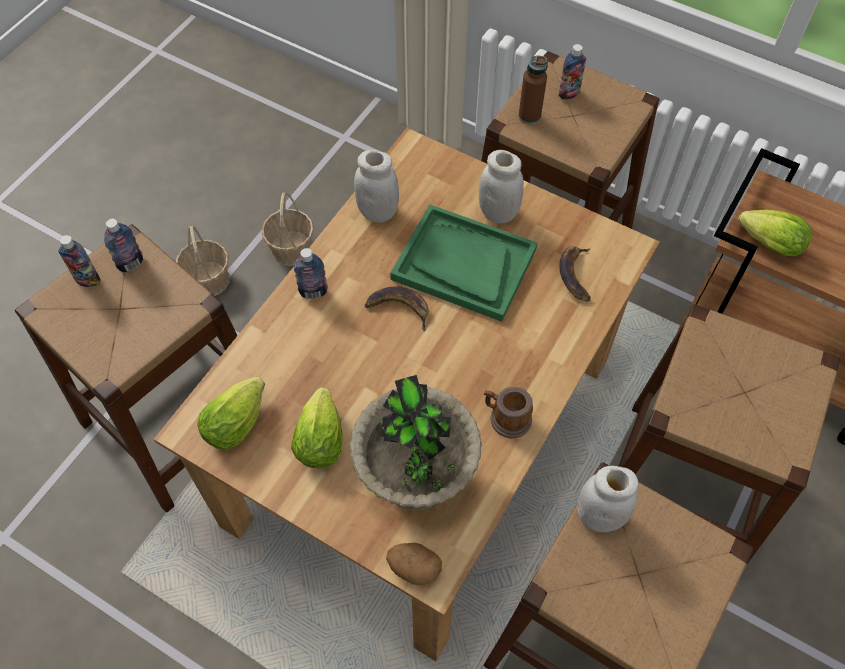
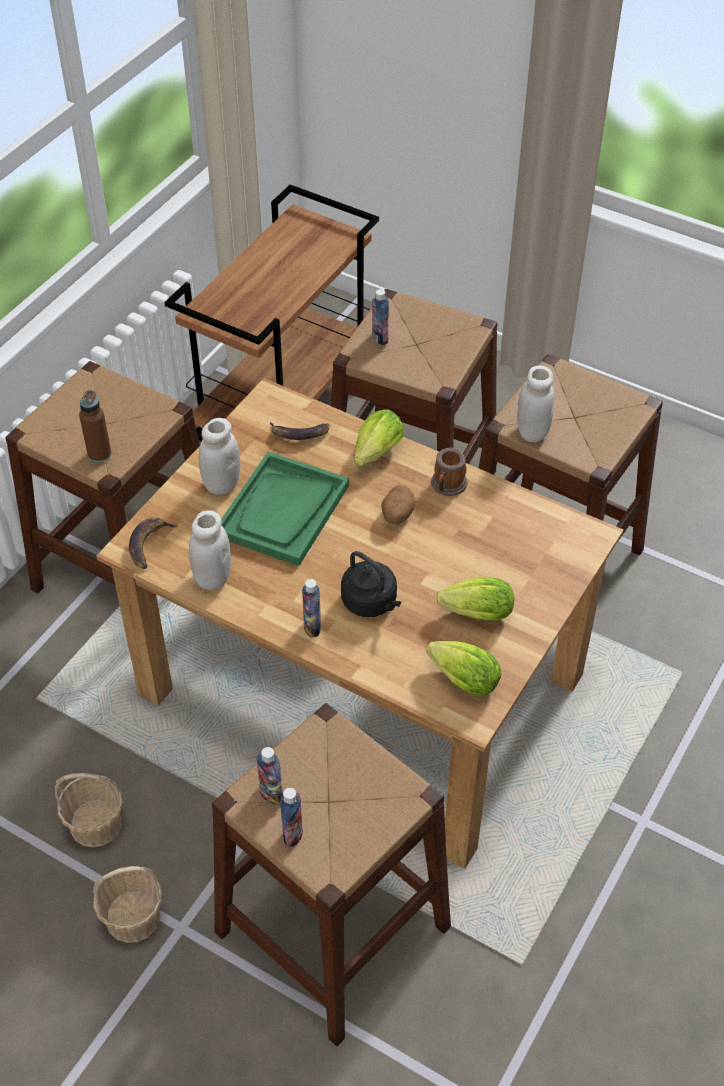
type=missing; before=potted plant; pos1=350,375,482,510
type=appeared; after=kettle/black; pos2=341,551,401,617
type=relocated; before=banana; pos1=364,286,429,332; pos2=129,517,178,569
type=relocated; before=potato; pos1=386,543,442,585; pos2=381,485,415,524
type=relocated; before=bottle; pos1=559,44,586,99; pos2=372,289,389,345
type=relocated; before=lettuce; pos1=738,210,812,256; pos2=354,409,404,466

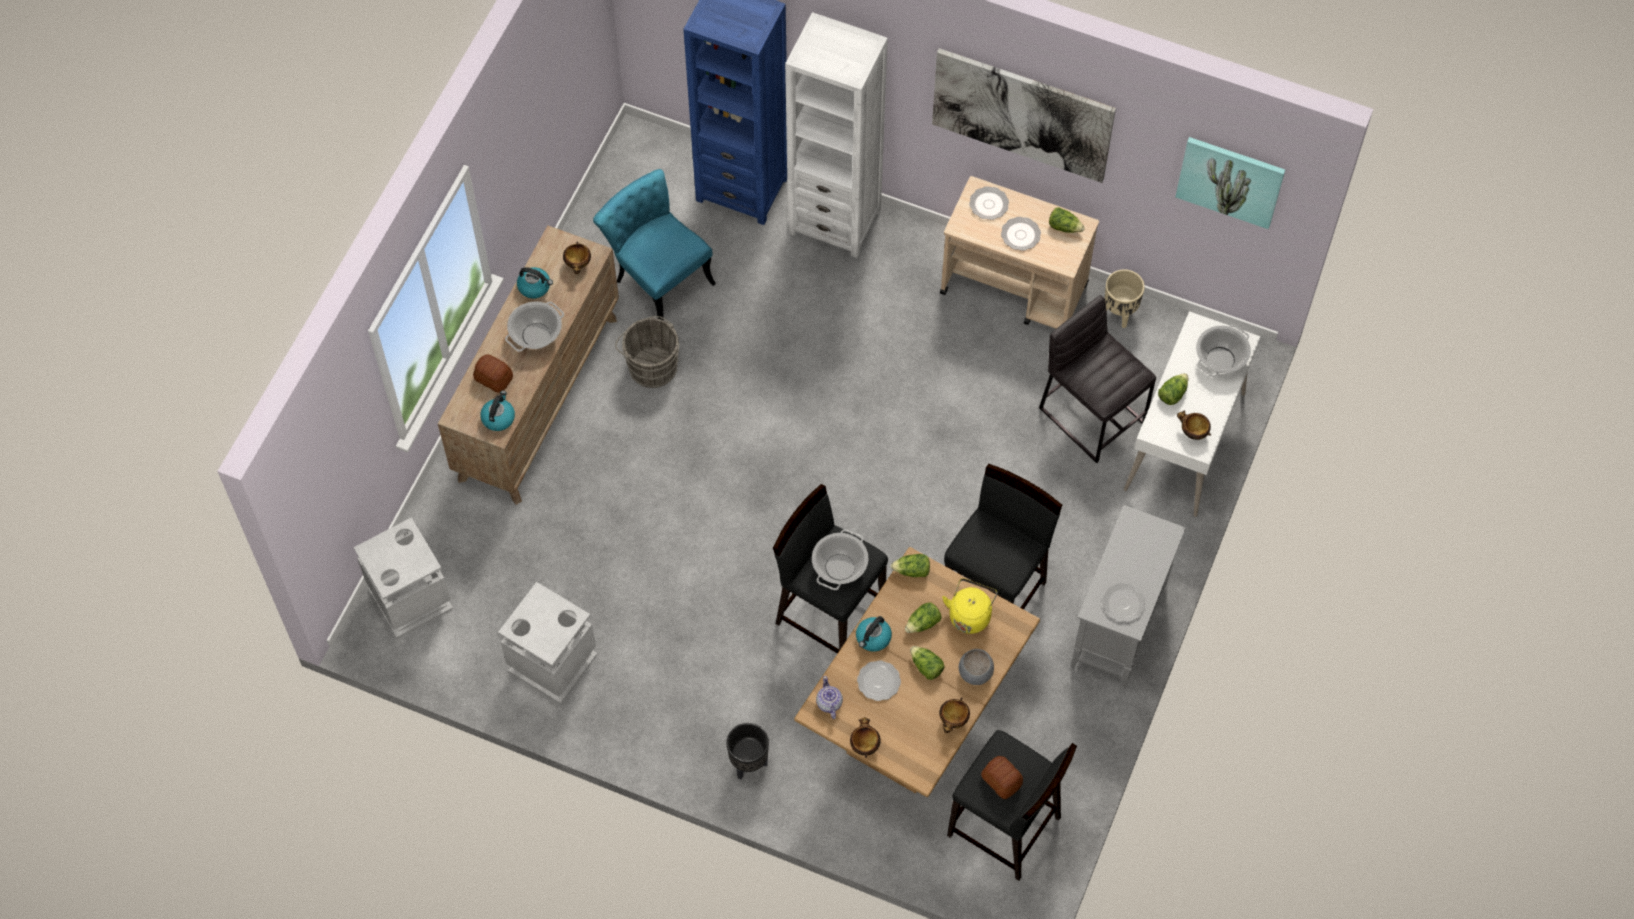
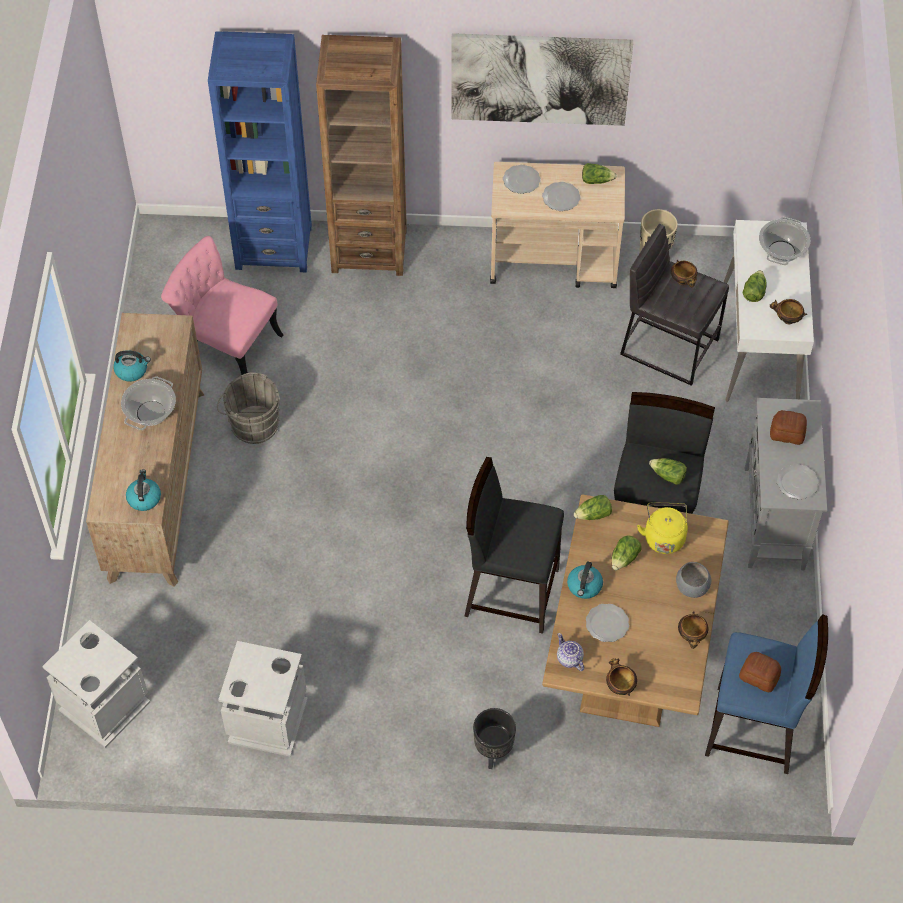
type=missing; before=cooking pot; pos1=812,529,868,590
type=missing; before=picture; pos1=1175,137,1285,229
type=relocated; before=bread; pos1=473,355,513,393; pos2=770,410,807,445
type=relocated; before=bowl; pos1=563,241,591,274; pos2=671,260,697,287
type=relocated; before=lettuce; pos1=910,646,944,680; pos2=649,458,687,485
type=colour; before=chair/turquoise; after=chair/pink; pos1=593,169,716,320; pos2=161,236,283,375
type=colour; before=bookcase/white; after=bookcase/brown; pos1=785,12,888,258; pos2=316,35,407,276
type=colour; before=stool/black; after=stool/blue; pos1=947,730,1077,881; pos2=705,614,828,774

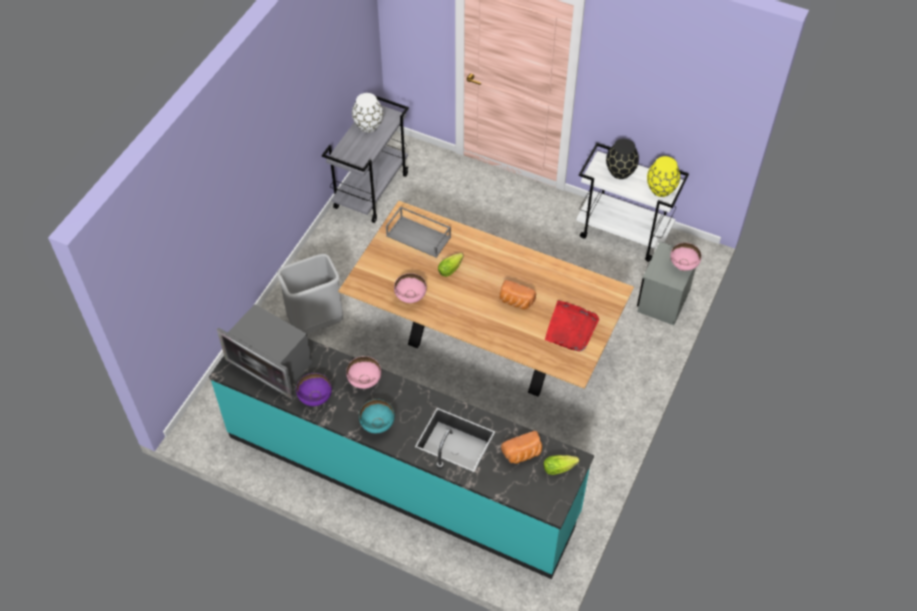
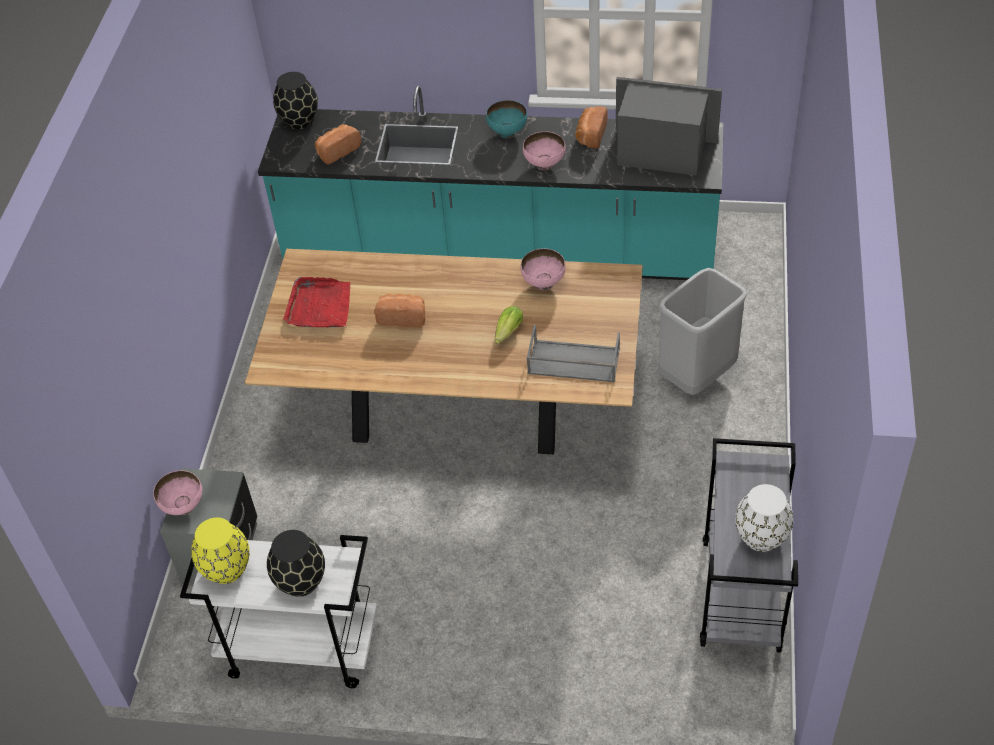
type=missing; before=lettuce; pos1=543,455,579,475
type=appeared; after=vase/black; pos2=273,72,318,129
type=exchanged; before=bowl/purple; after=bread; pos1=296,373,332,406; pos2=575,106,608,149

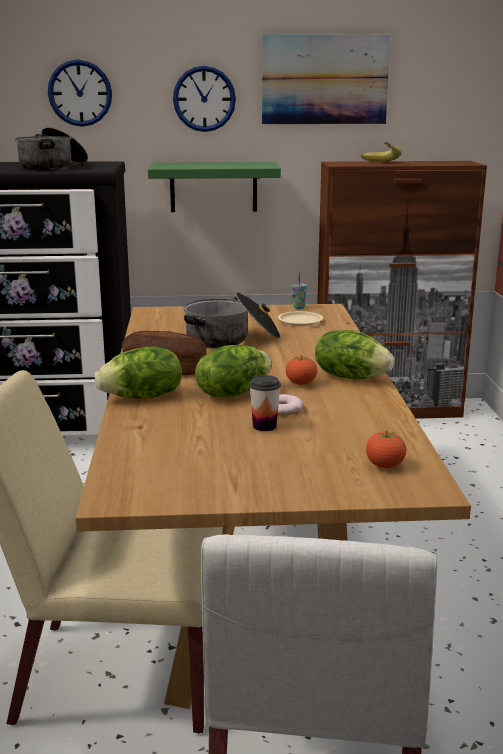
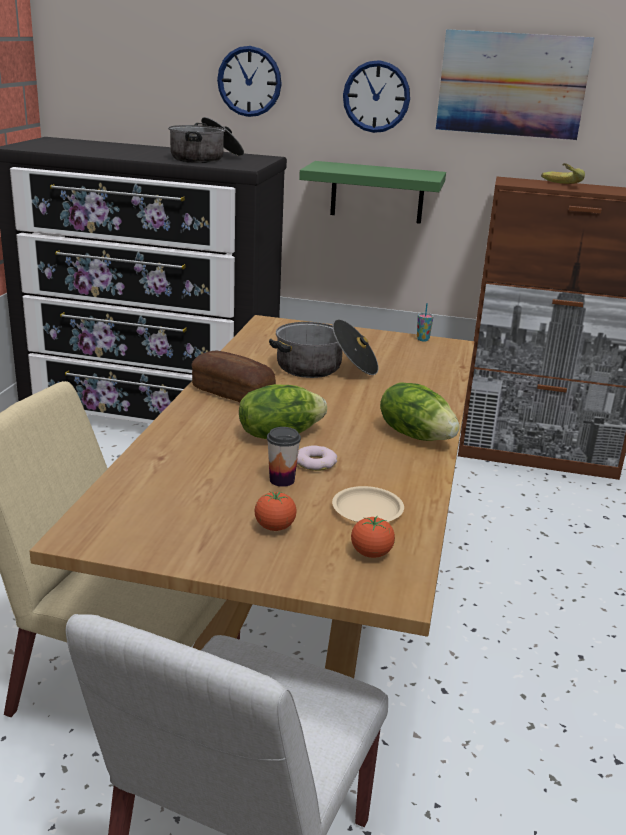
type=missing; before=lettuce; pos1=95,346,182,398
type=relocated; before=plate/beige; pos1=278,311,323,326; pos2=332,486,404,522
type=relocated; before=tomato; pos1=286,355,317,385; pos2=254,492,297,531

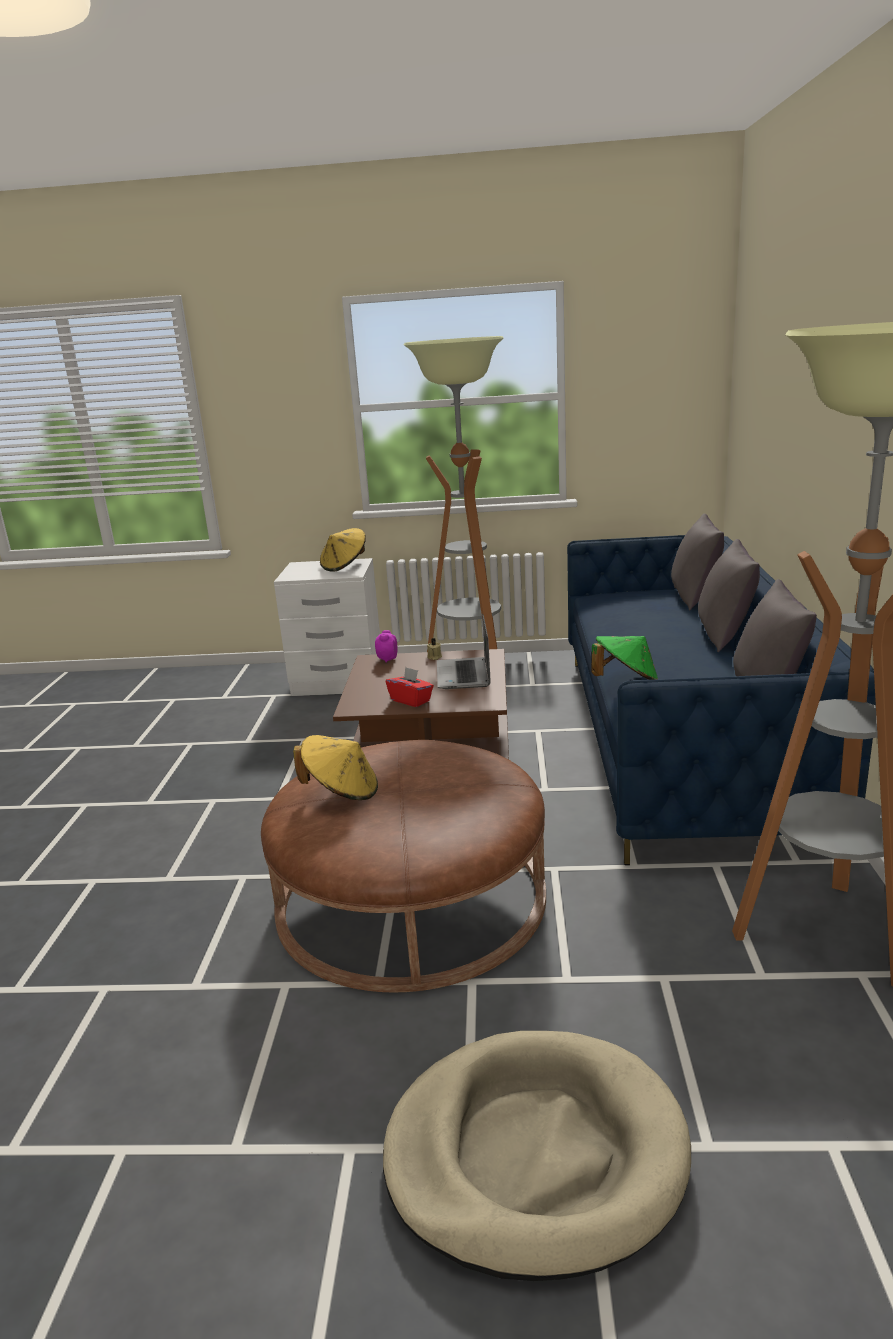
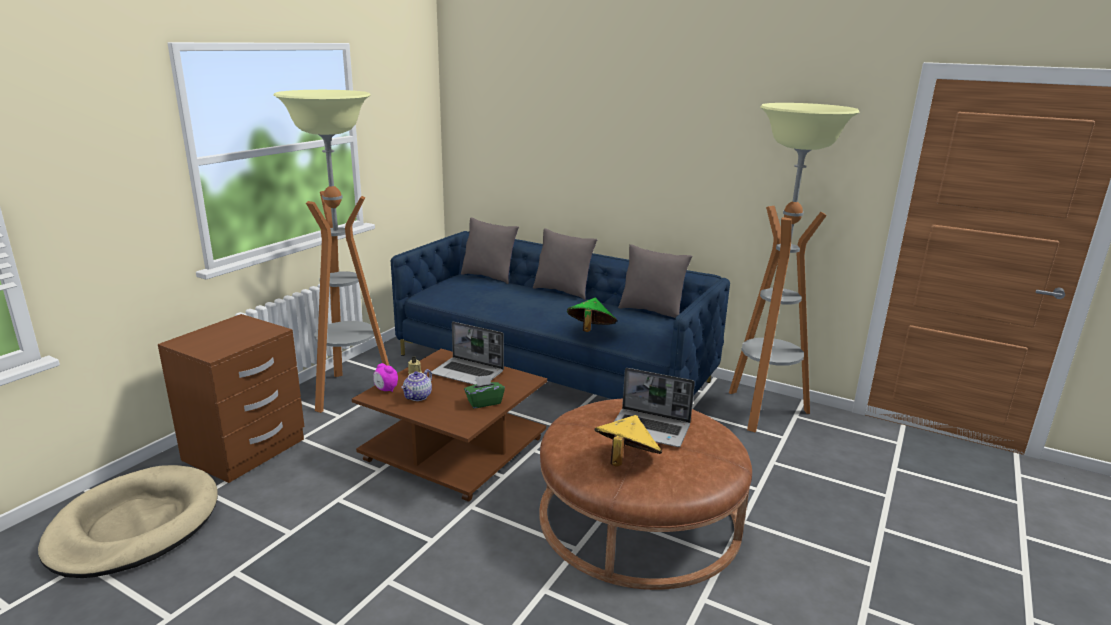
type=missing; before=hat/yellow; pos1=320,528,366,572
type=appeared; after=teapot; pos2=401,369,432,401
type=appeared; after=laptop; pos2=614,368,695,447
type=relocated; before=dog bed/beige; pos1=383,1031,691,1281; pos2=38,465,218,578
type=colour; before=nightstand/white; after=nightstand/brown; pos1=274,558,380,696; pos2=158,314,305,483
type=colour; before=tissue box/red; after=tissue box/green; pos1=386,667,434,707; pos2=464,375,505,408

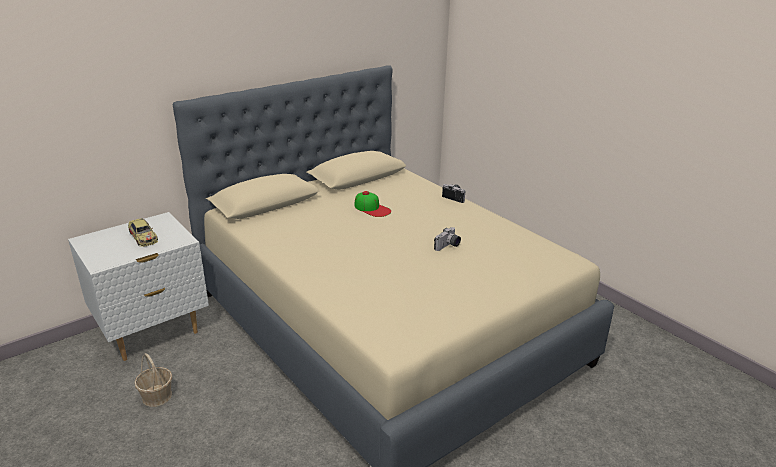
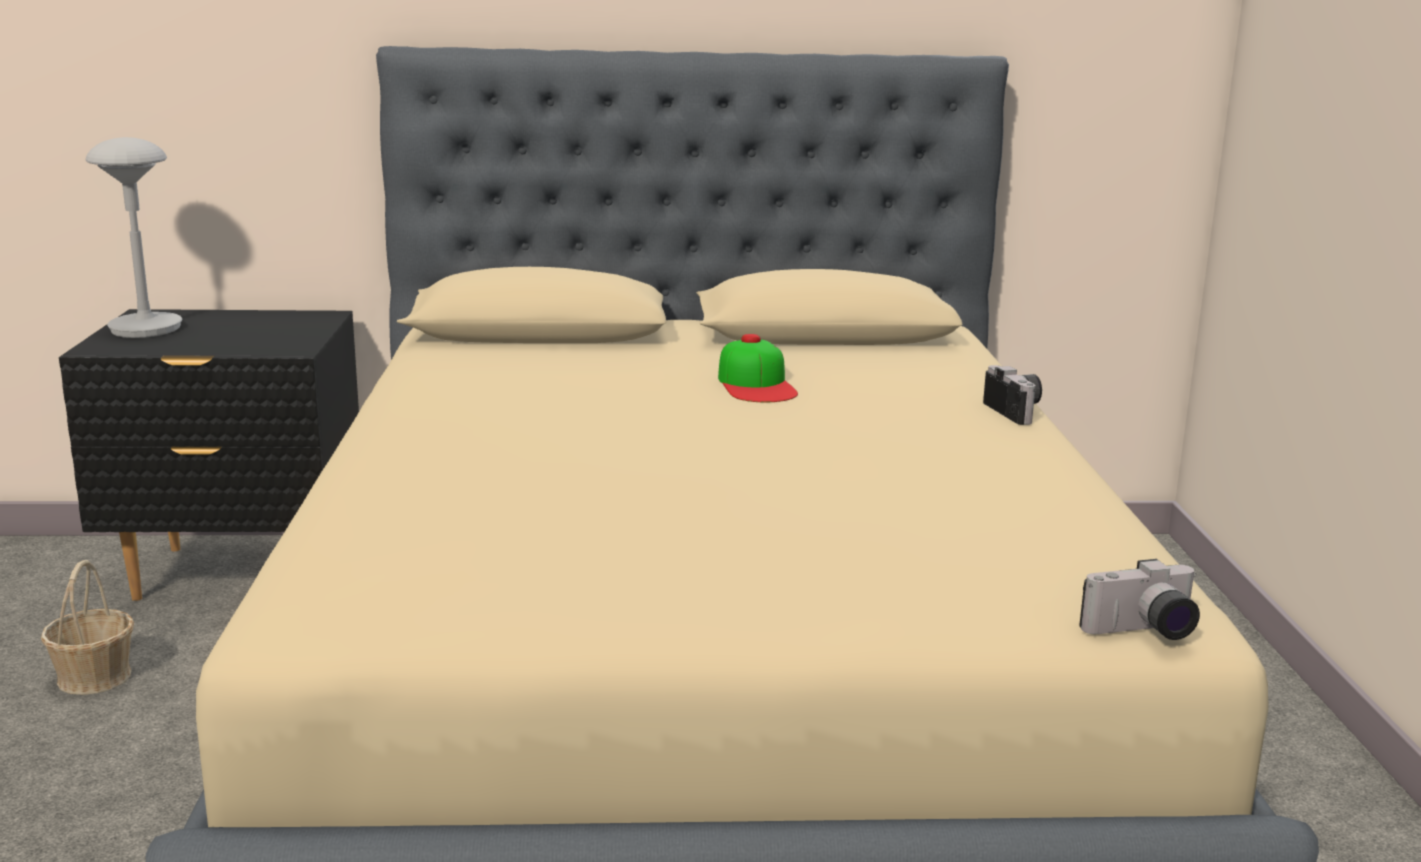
type=missing; before=toy car; pos1=128,218,158,247
type=appeared; after=table lamp/grey; pos2=86,137,183,338
type=relocated; before=photo camera; pos1=434,227,461,251; pos2=1079,559,1200,640
type=colour; before=nightstand/white; after=nightstand/black; pos1=68,212,209,361; pos2=59,309,359,601

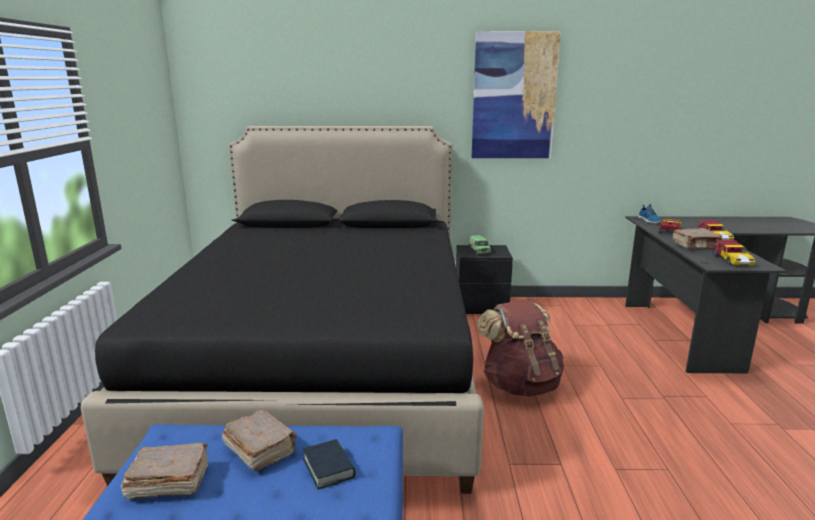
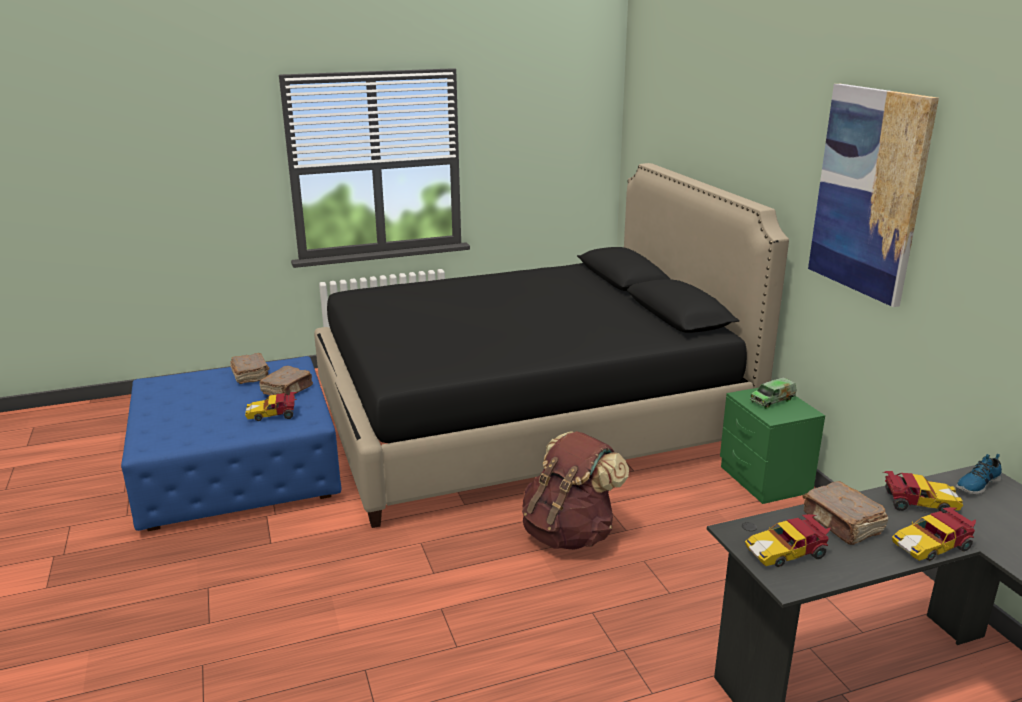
type=exchanged; before=book; after=toy car; pos1=303,439,356,490; pos2=245,392,298,421
type=colour; before=nightstand/black; after=nightstand/green; pos1=456,245,513,314; pos2=720,388,825,504

